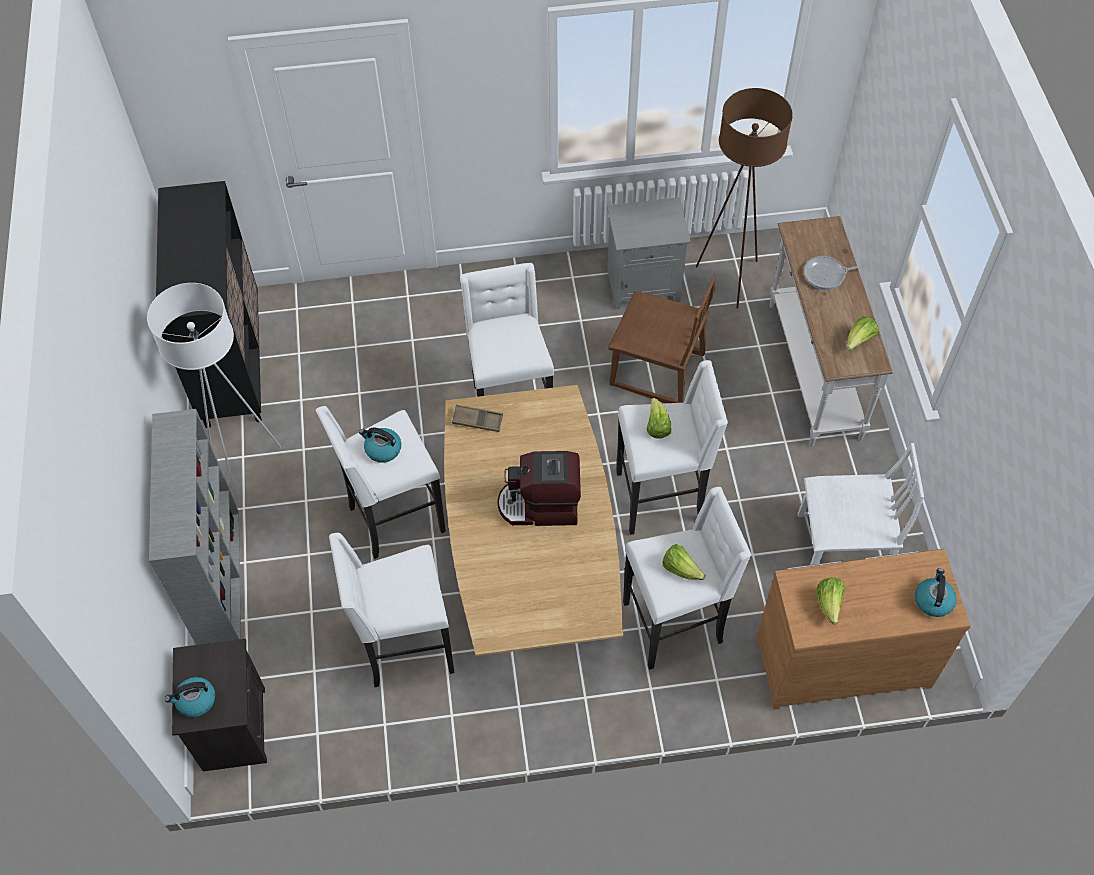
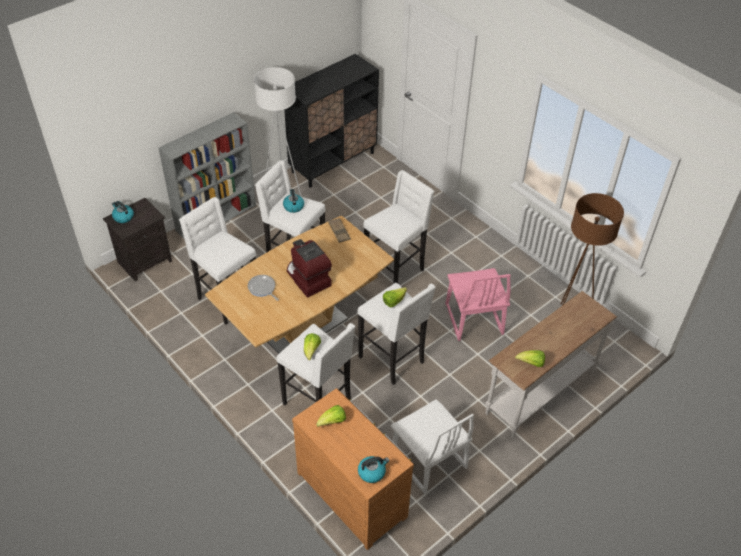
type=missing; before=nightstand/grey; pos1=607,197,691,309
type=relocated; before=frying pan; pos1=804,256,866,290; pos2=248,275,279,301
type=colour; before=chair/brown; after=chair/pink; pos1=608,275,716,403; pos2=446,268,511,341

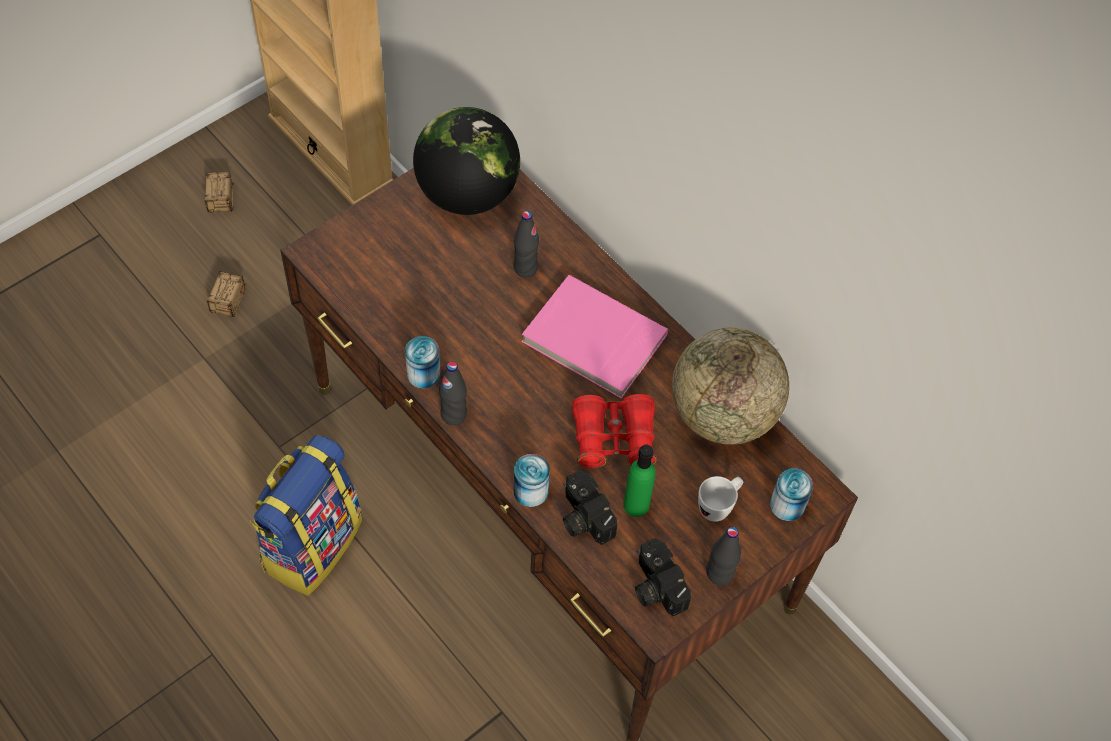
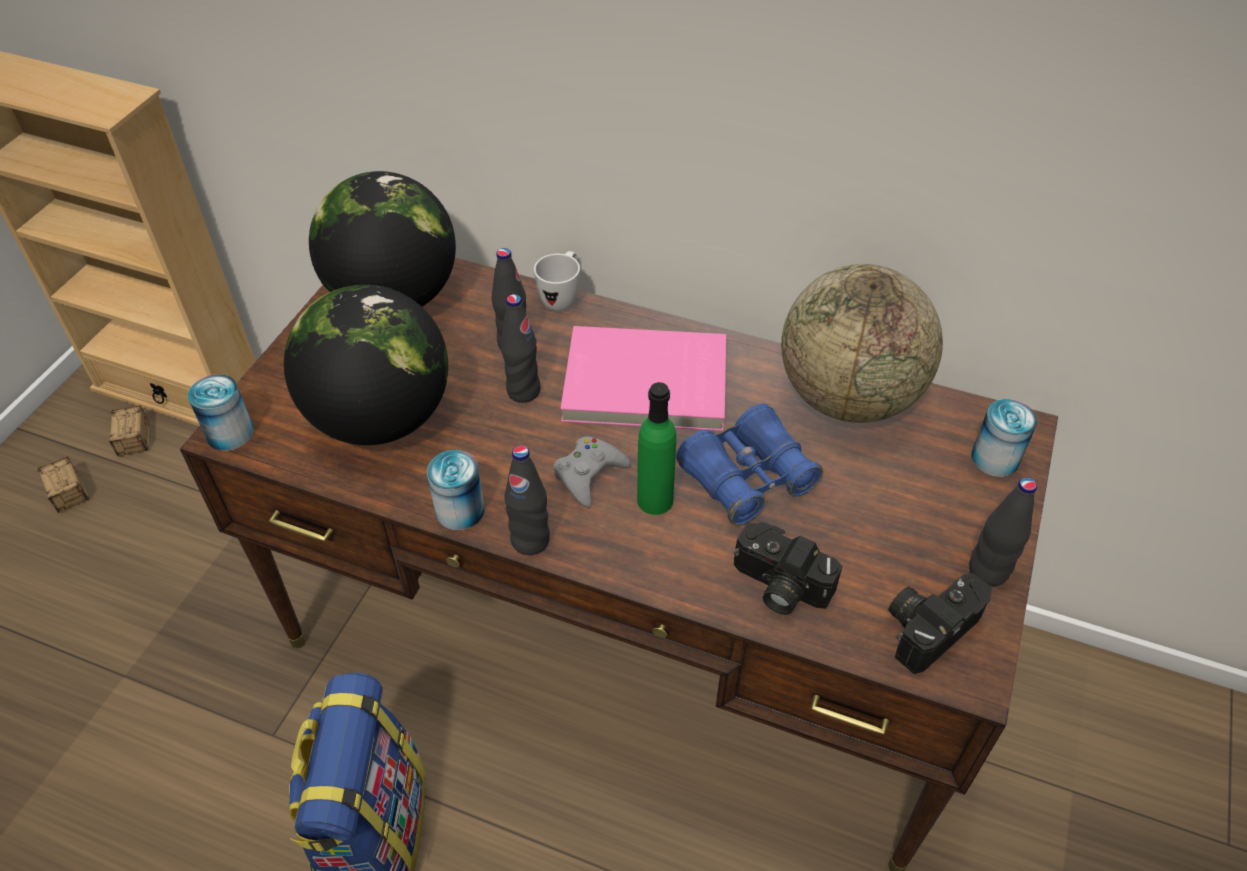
type=appeared; after=globe; pos2=284,285,448,445
type=appeared; after=bottle/black; pos2=501,294,541,403
type=appeared; after=game controller/grey; pos2=553,436,631,508
type=relocated; before=storage box; pos1=204,271,246,322; pos2=109,405,149,456
type=relocated; before=can; pos1=513,454,550,507; pos2=188,374,254,451
type=relocated; before=bottle/green; pos1=623,445,656,517; pos2=637,382,676,515
type=relocated; before=mug/white; pos1=698,476,743,521; pos2=534,251,580,311
type=colour; before=binoculars/red; after=binoculars/blue; pos1=572,394,657,468; pos2=676,404,824,526
type=spun; before=photo camera; pos1=635,538,691,616; pos2=888,573,992,674; turn=105

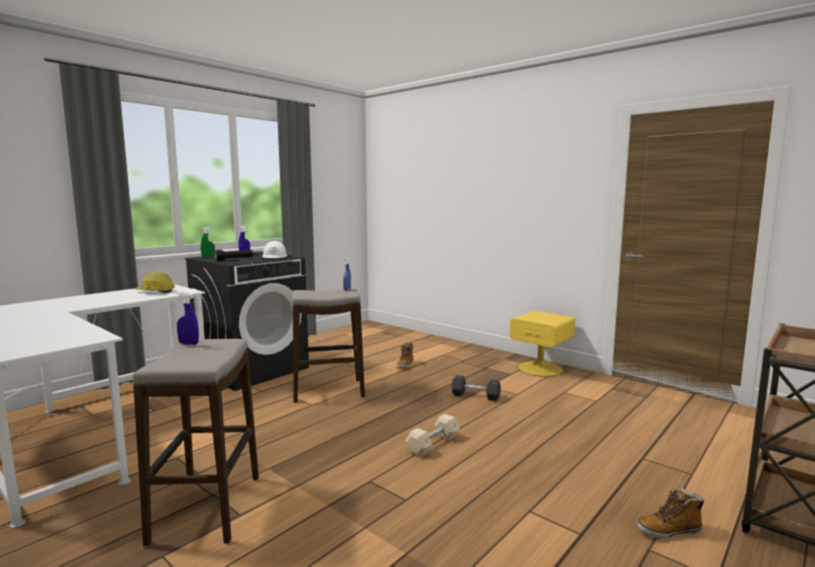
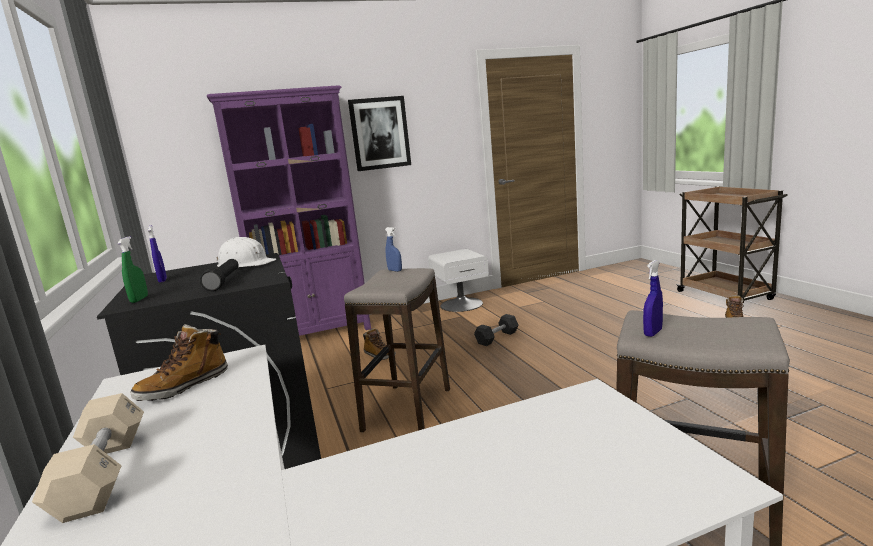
type=appeared; after=bookcase/purple; pos2=207,85,371,336
type=appeared; after=picture; pos2=348,96,411,171
type=relocated; before=dumbbell/beige; pos1=406,414,459,457; pos2=32,393,144,523
type=exchanged; before=hard hat; after=boot; pos1=134,271,175,293; pos2=130,324,228,401
type=colour; before=nightstand/yellow; after=nightstand/white; pos1=510,311,575,377; pos2=428,249,489,312

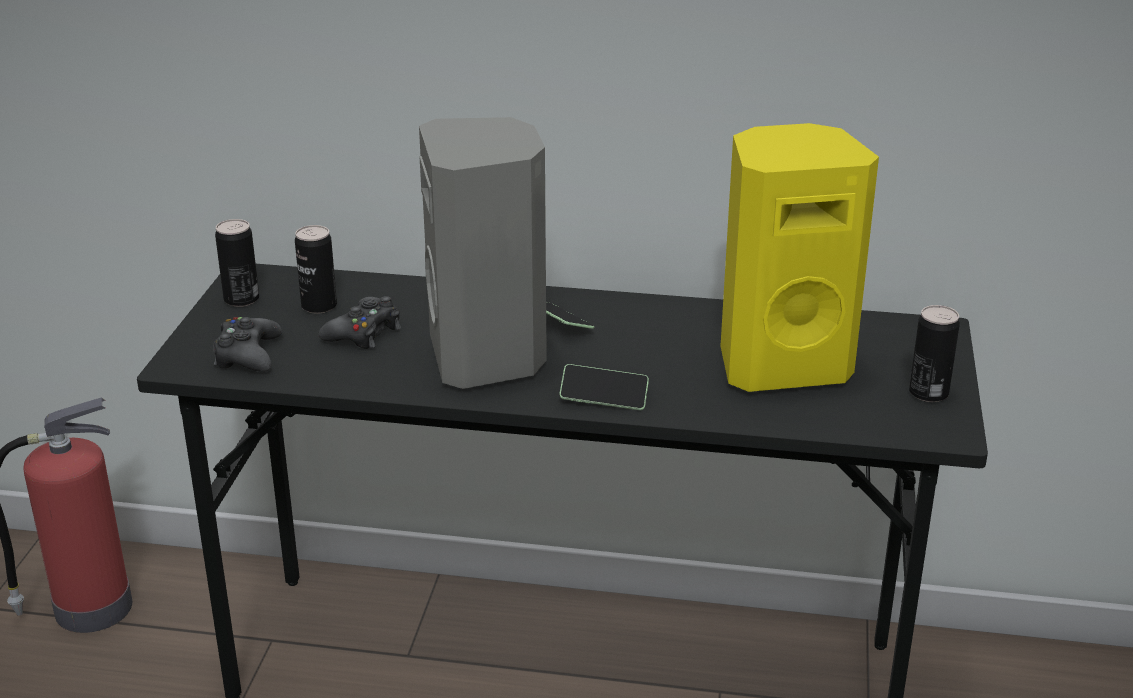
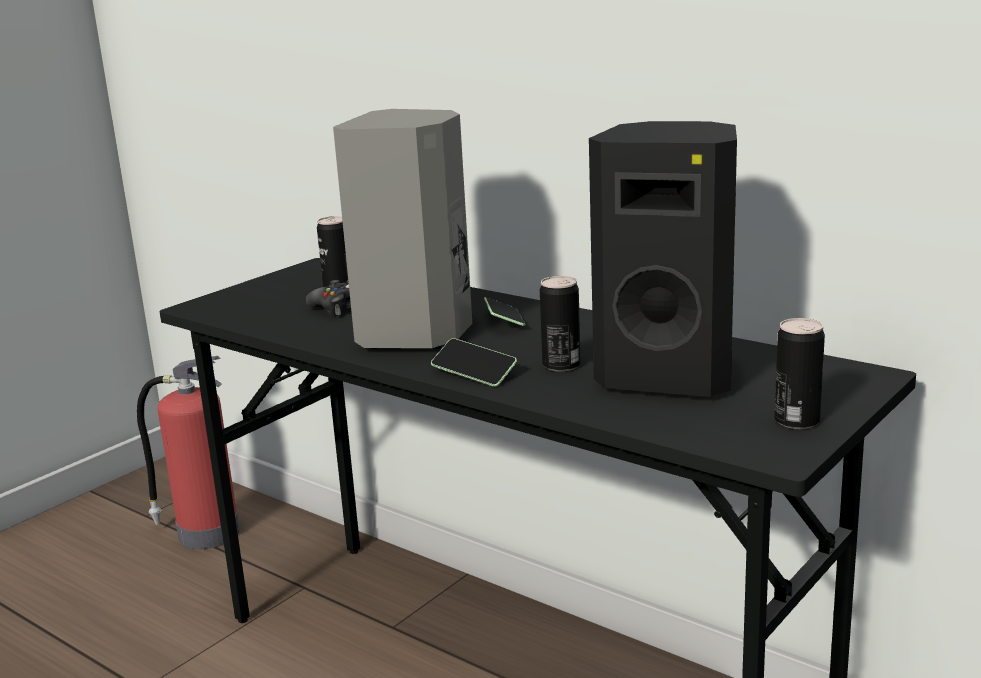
type=missing; before=game controller/black; pos1=213,317,282,372
type=relocated; before=can; pos1=215,219,259,307; pos2=540,276,581,372
type=colour; before=speaker/yellow; after=speaker/black; pos1=721,123,879,392; pos2=589,121,737,397

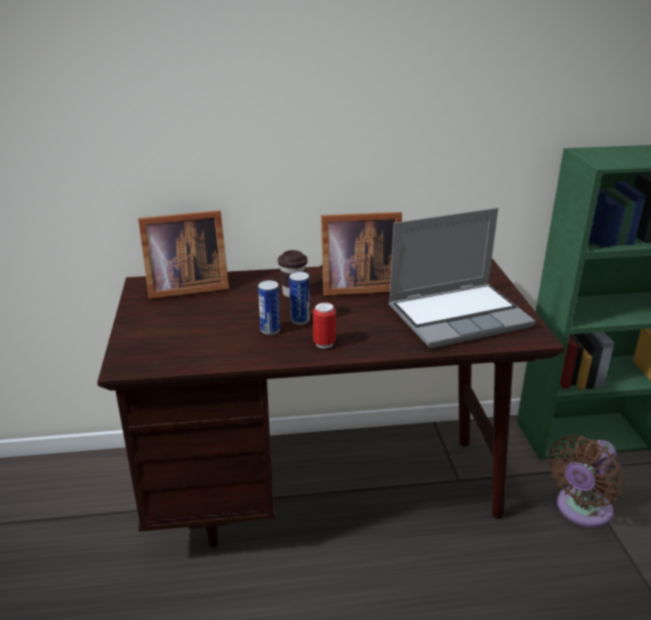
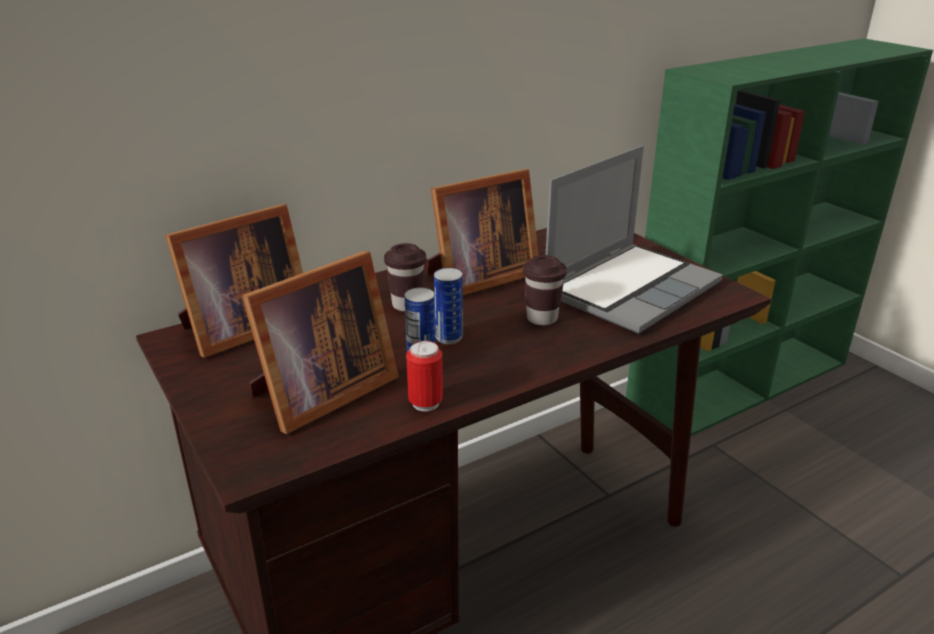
type=missing; before=fan/brown; pos1=548,435,624,527
type=appeared; after=picture frame; pos2=242,251,399,434
type=appeared; after=cup/brown; pos2=523,255,567,325
type=relocated; before=can; pos1=313,302,336,348; pos2=406,341,443,411

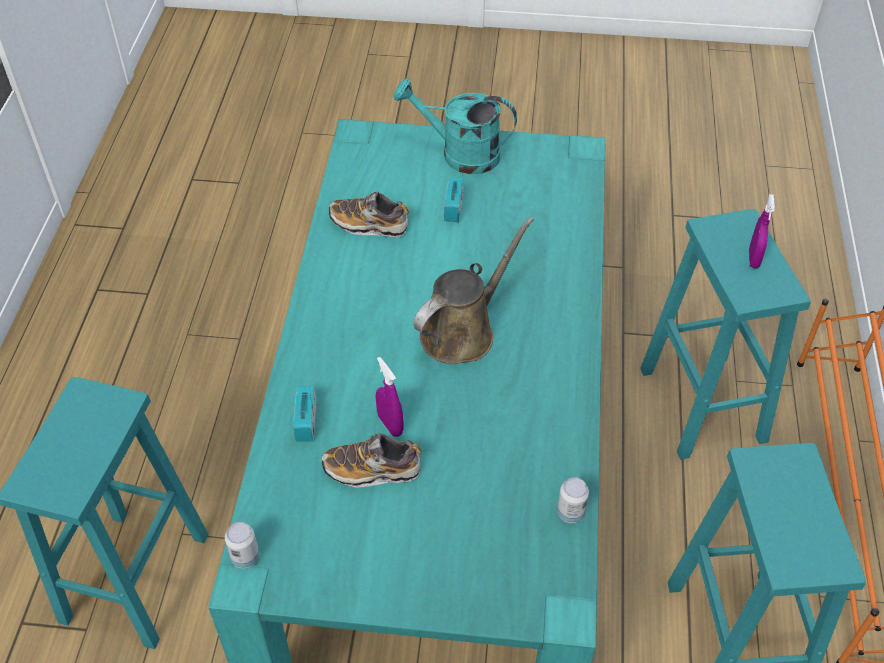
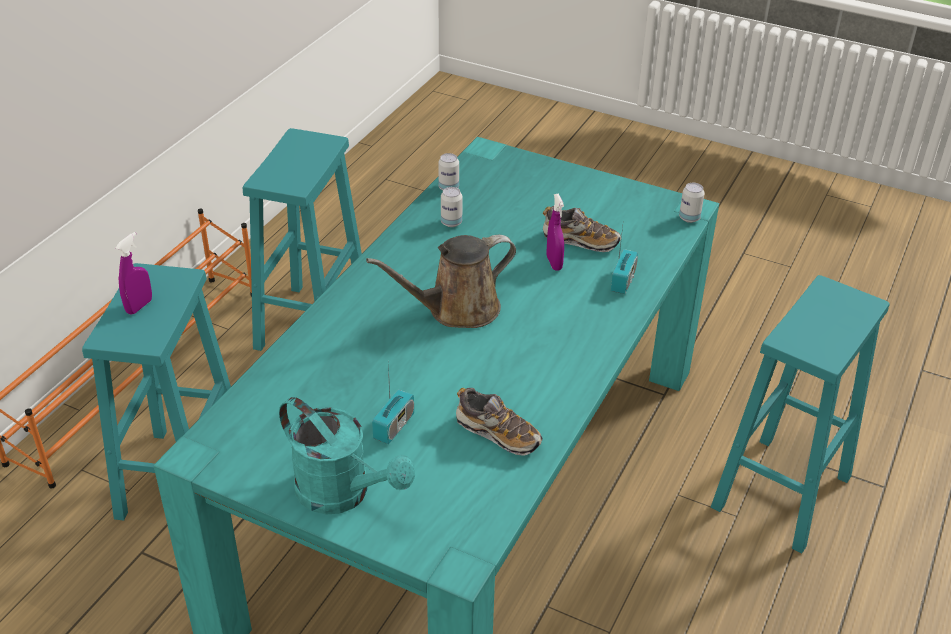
type=appeared; after=can; pos2=441,187,463,227

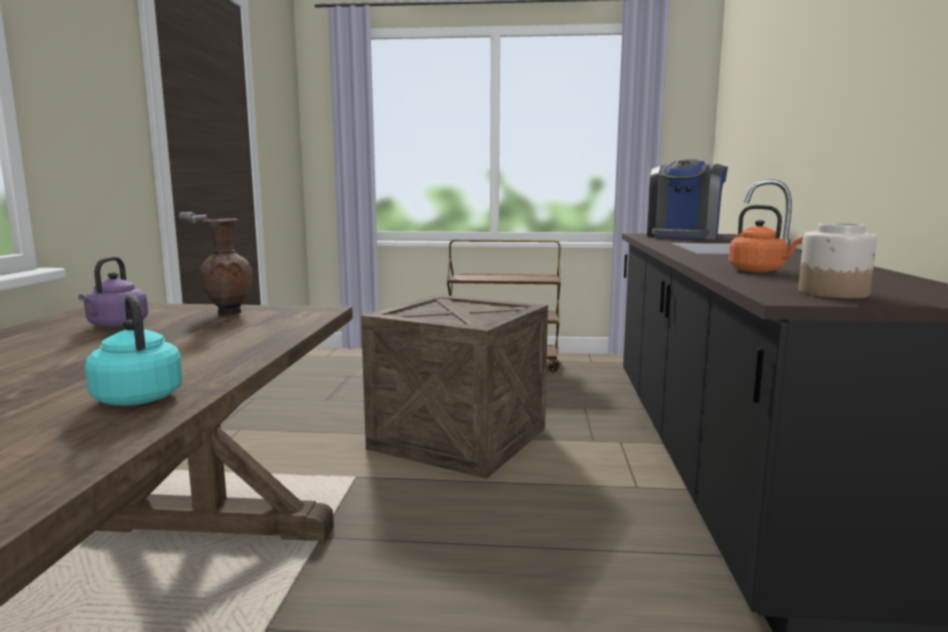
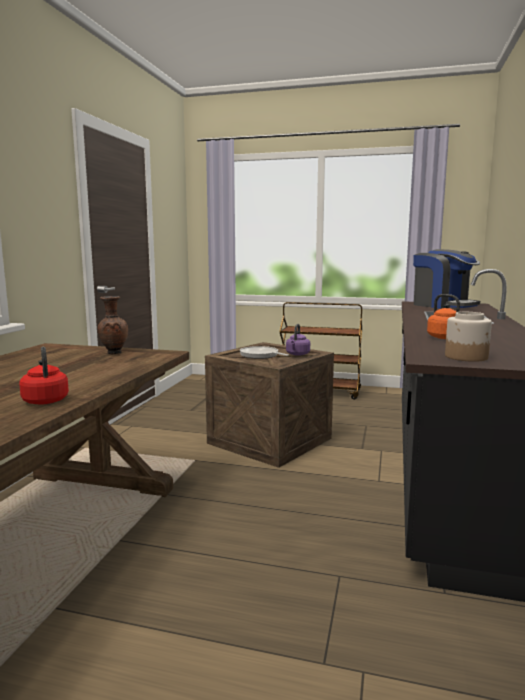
type=appeared; after=frying pan; pos2=240,346,289,359
type=relocated; before=kettle/purple; pos1=78,256,148,328; pos2=286,324,310,356
type=colour; before=kettle/turquoise; after=kettle/red; pos1=85,295,183,405; pos2=19,347,69,405
type=spun; before=coffee machine; pos1=647,159,728,239; pos2=413,249,480,309; turn=-75

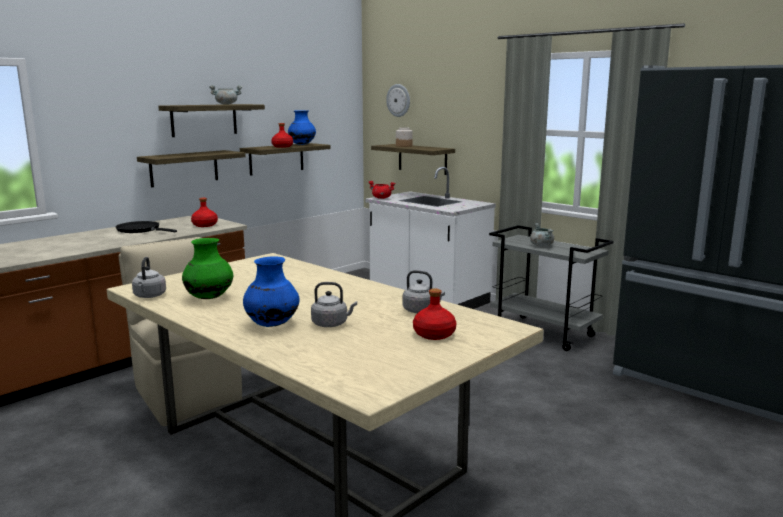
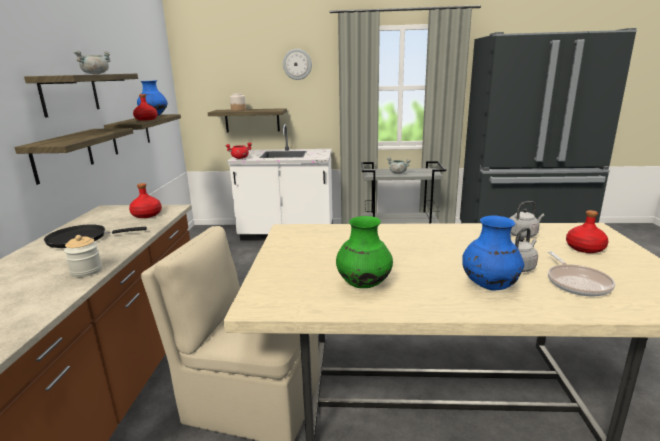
type=missing; before=kettle/grey; pos1=132,257,166,298
type=appeared; after=jar; pos2=64,235,102,277
type=appeared; after=frying pan; pos2=548,251,615,297
type=relocated; before=wall clock; pos1=386,84,410,117; pos2=283,49,312,80

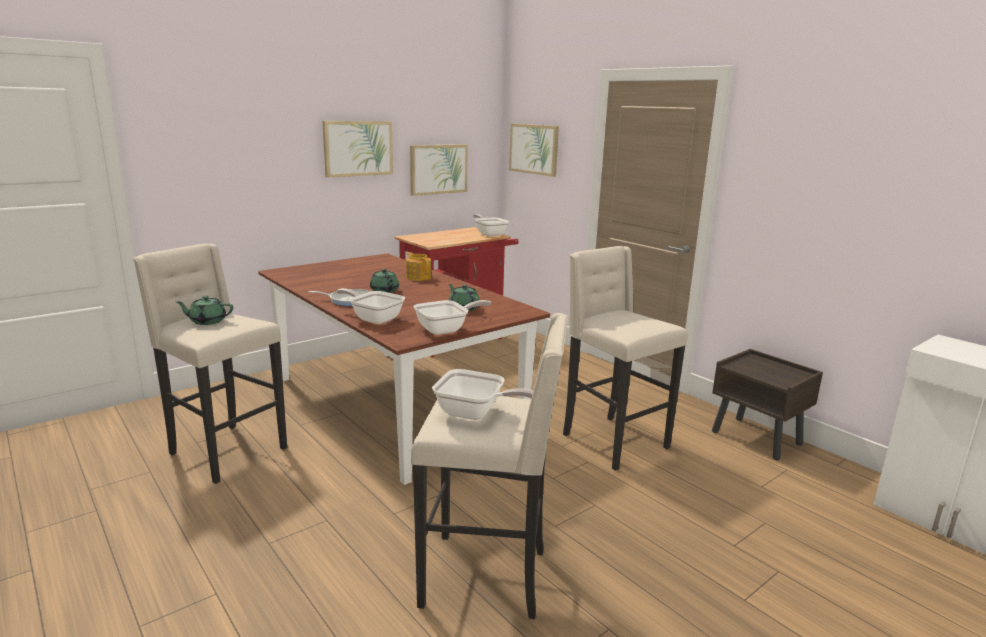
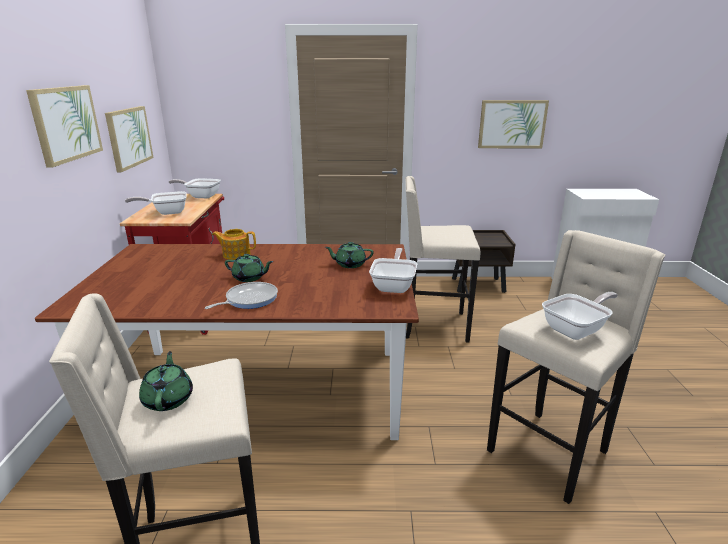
type=relocated; before=frying pan; pos1=336,288,405,324; pos2=125,191,186,215
type=relocated; before=picture; pos1=509,124,559,177; pos2=478,100,549,148
type=spun; before=teapot/green; pos1=176,296,233,325; pos2=139,351,193,411; turn=135

